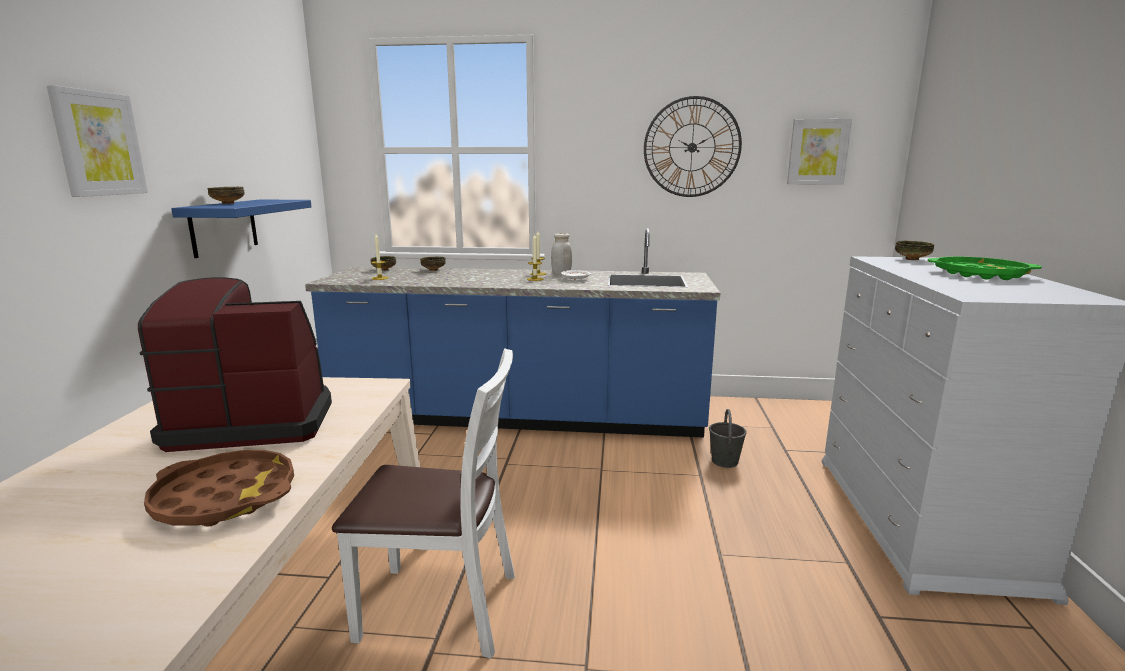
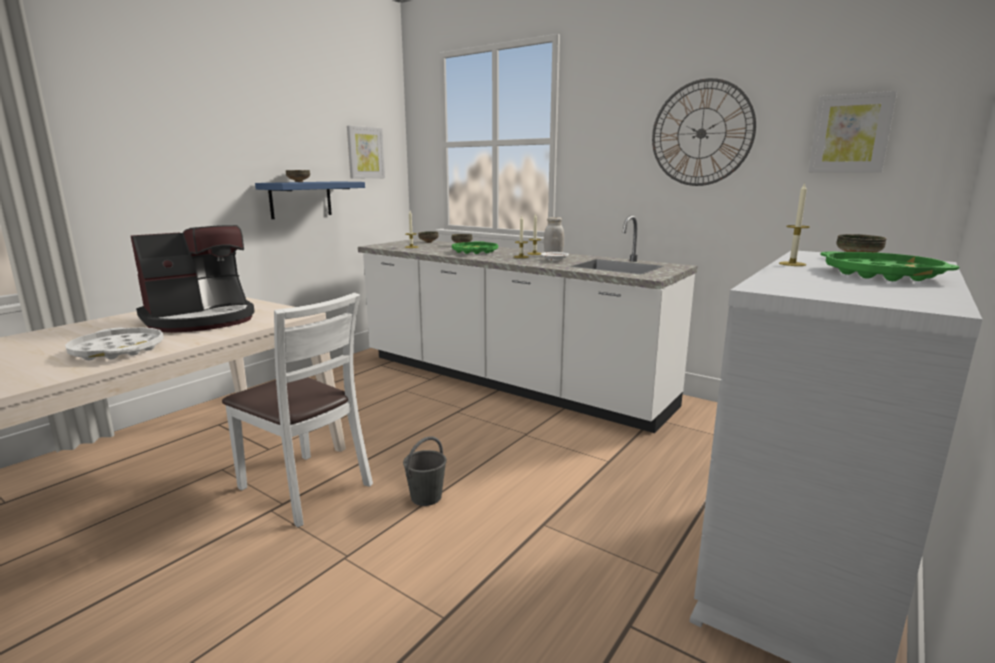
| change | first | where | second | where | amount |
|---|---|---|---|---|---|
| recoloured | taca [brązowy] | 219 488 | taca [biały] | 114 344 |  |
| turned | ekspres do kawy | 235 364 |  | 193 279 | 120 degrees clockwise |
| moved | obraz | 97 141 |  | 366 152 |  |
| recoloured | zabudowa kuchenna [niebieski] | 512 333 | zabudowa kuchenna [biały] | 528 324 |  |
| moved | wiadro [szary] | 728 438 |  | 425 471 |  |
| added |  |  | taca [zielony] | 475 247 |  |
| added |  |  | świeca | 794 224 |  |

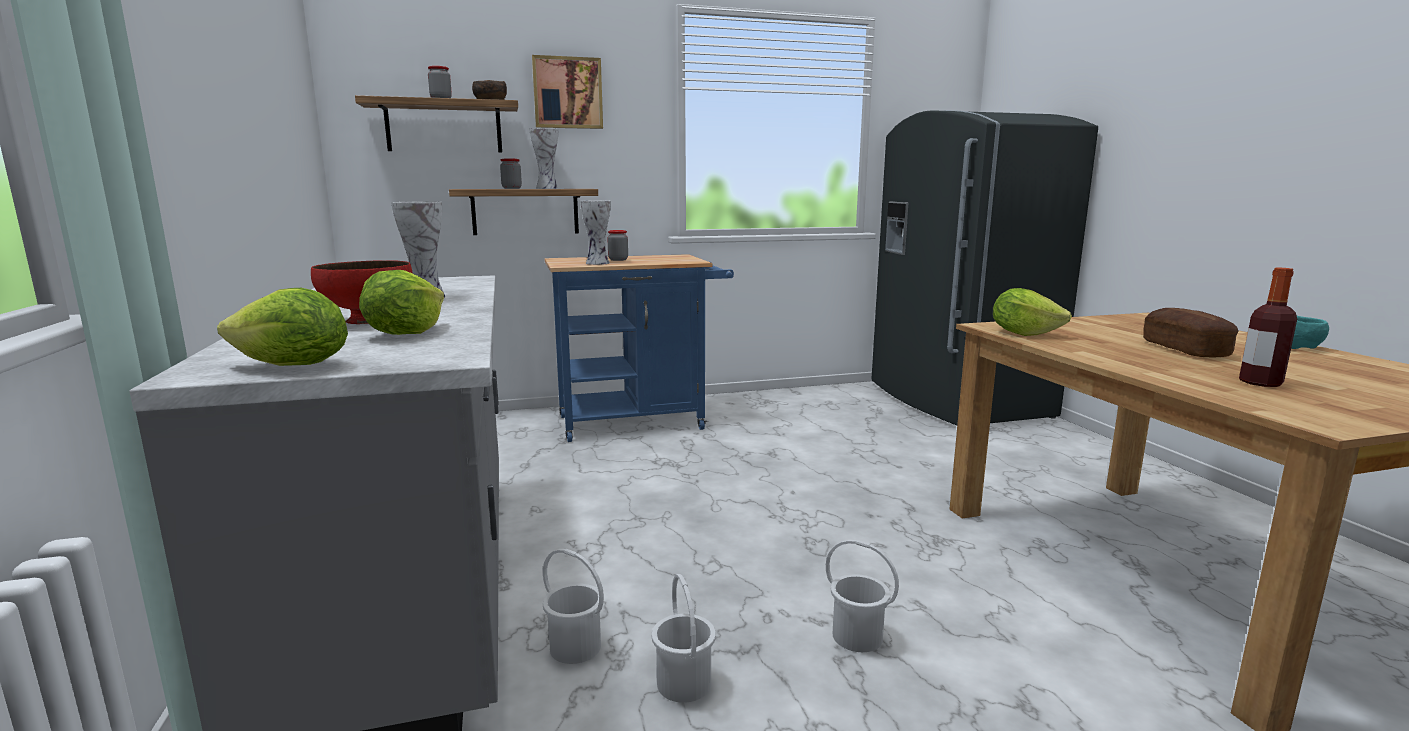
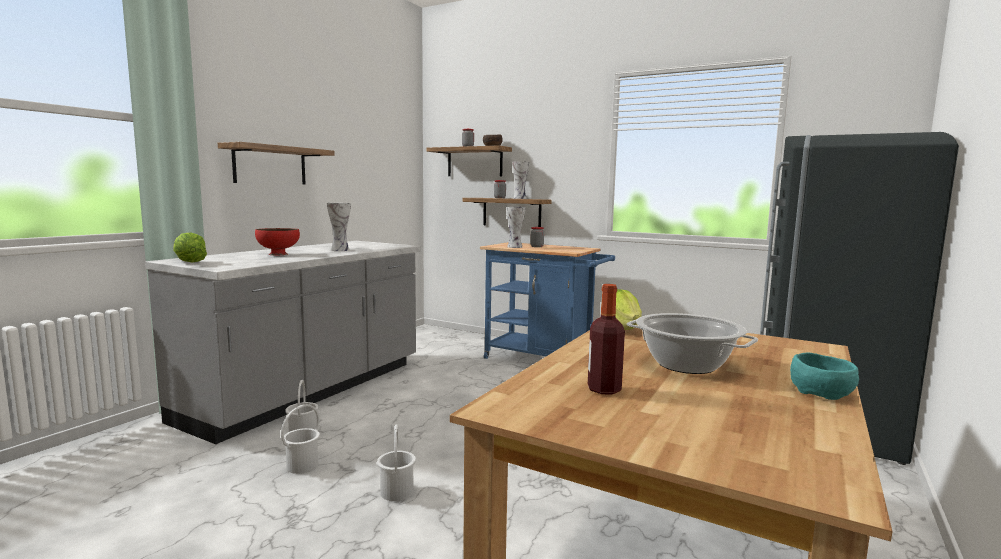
| change | first | where | second | where | amount |
|---|---|---|---|---|---|
| added |  |  | półka | 276 163 |  |
| replaced | chleb | 1191 332 | garnek | 692 343 |  |
| removed | sałata | 401 302 |  |  |  |
| removed | obraz | 567 92 |  |  |  |

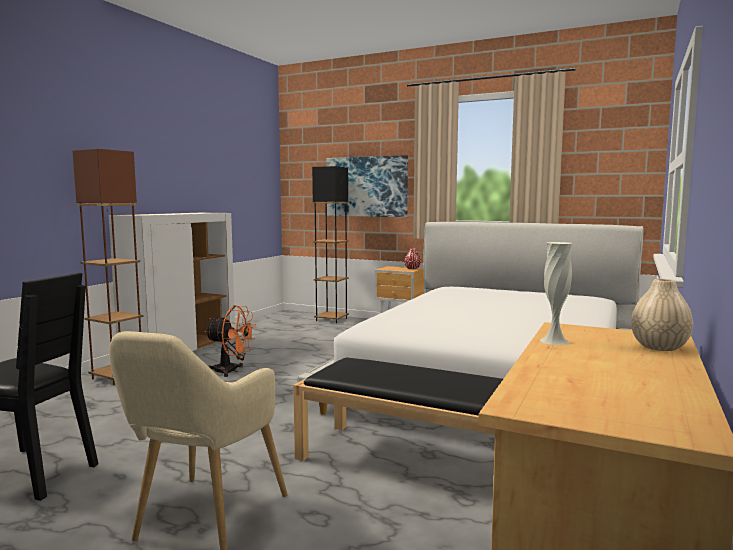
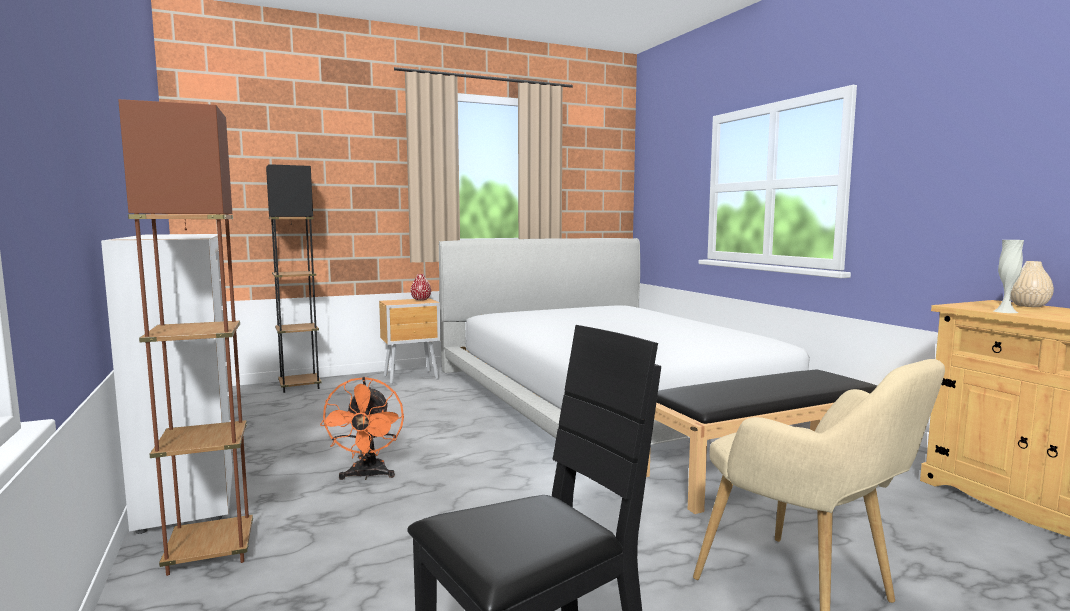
| change | first | where | second | where | amount |
|---|---|---|---|---|---|
| turned | wentylator [pomarańczowy] | 230 341 |  | 362 428 | 120 degrees clockwise |
| removed | obraz | 367 186 |  |  |  |

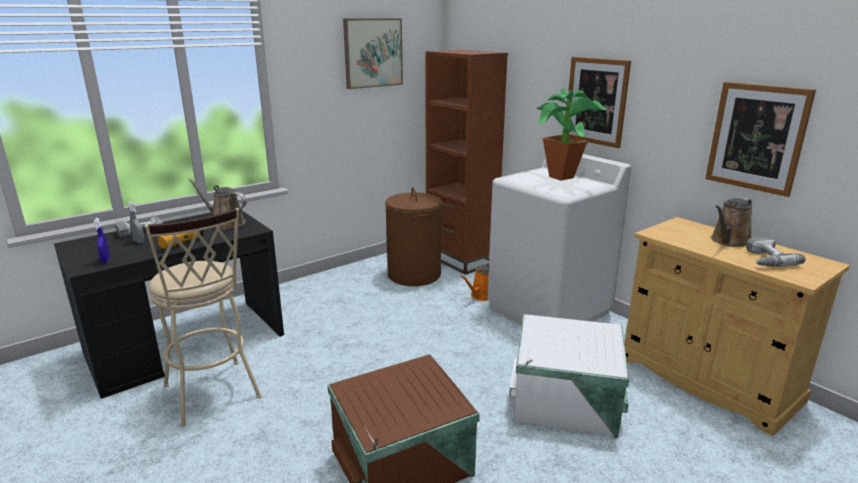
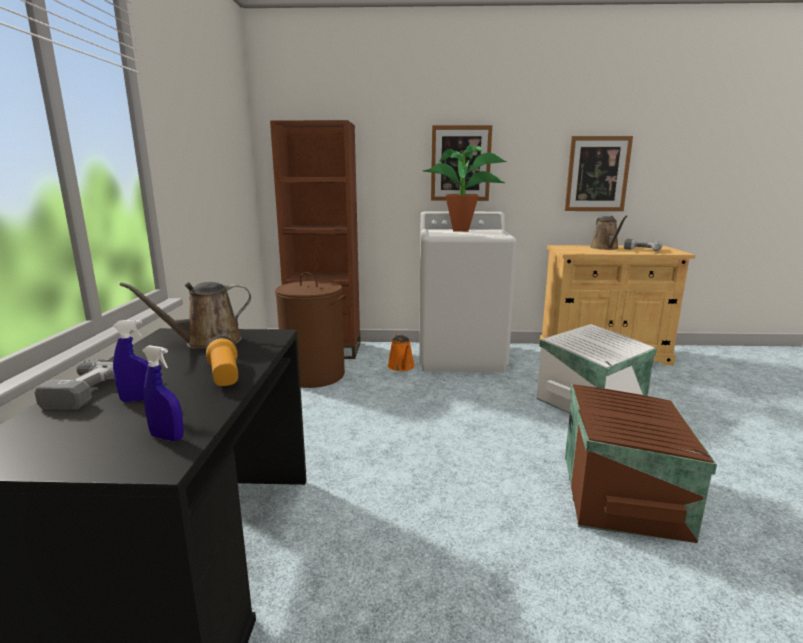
| change | first | where | second | where | amount |
|---|---|---|---|---|---|
| recoloured | spryskiwacz [szary] | 136 223 | spryskiwacz [niebieski] | 131 360 |  |
| removed | stołek [beżowy] | 203 317 |  |  |  |
| removed | obraz | 373 53 |  |  |  |

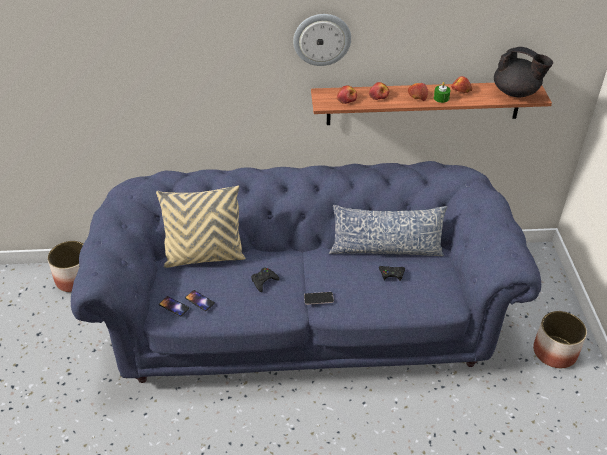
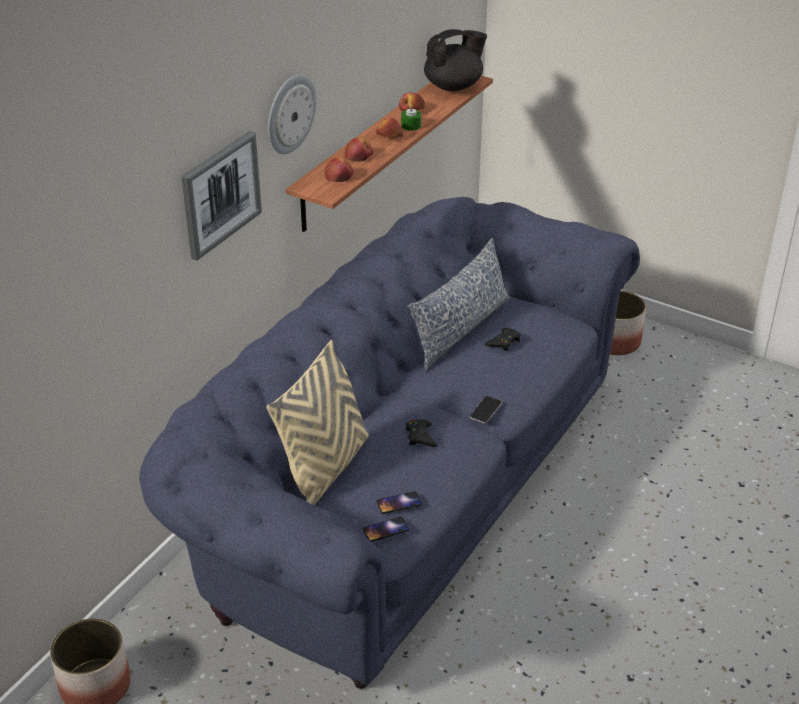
| change | first | where | second | where | amount |
|---|---|---|---|---|---|
| added |  |  | obraz | 221 196 |  |

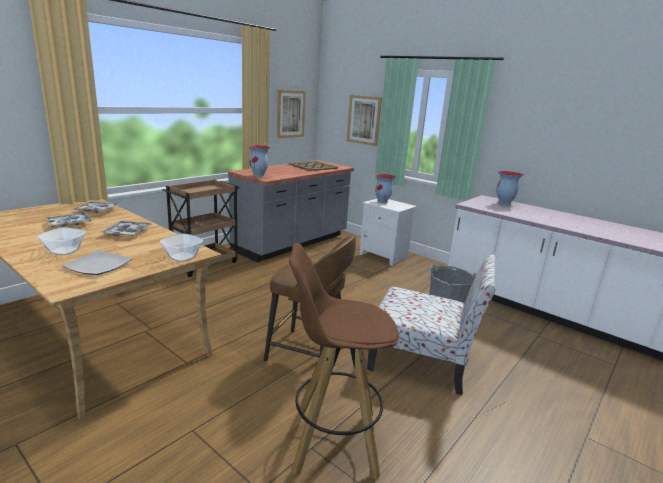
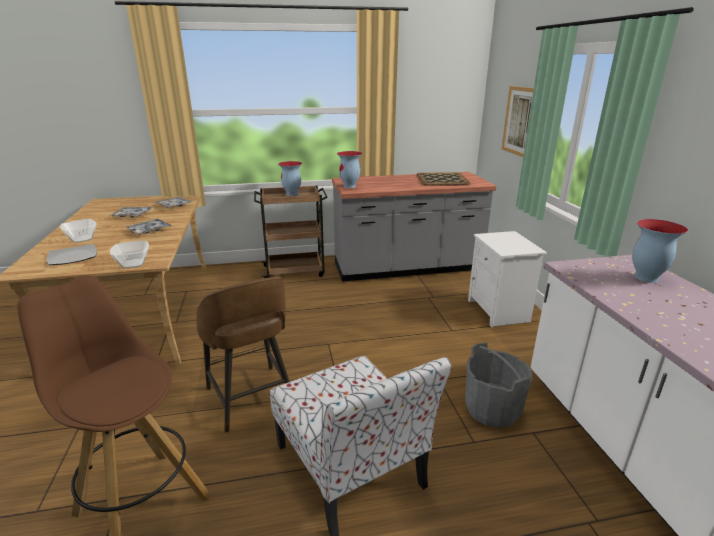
| change | first | where | second | where | amount |
|---|---|---|---|---|---|
| moved | wazon | 385 188 |  | 290 178 |  |
| removed | obraz | 291 114 |  |  |  |

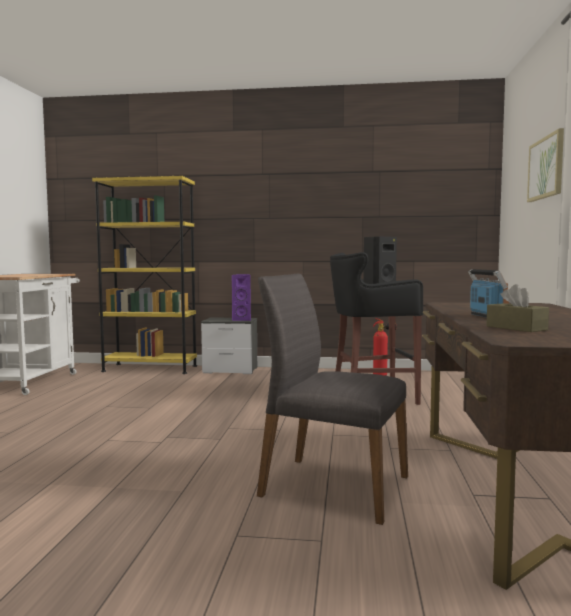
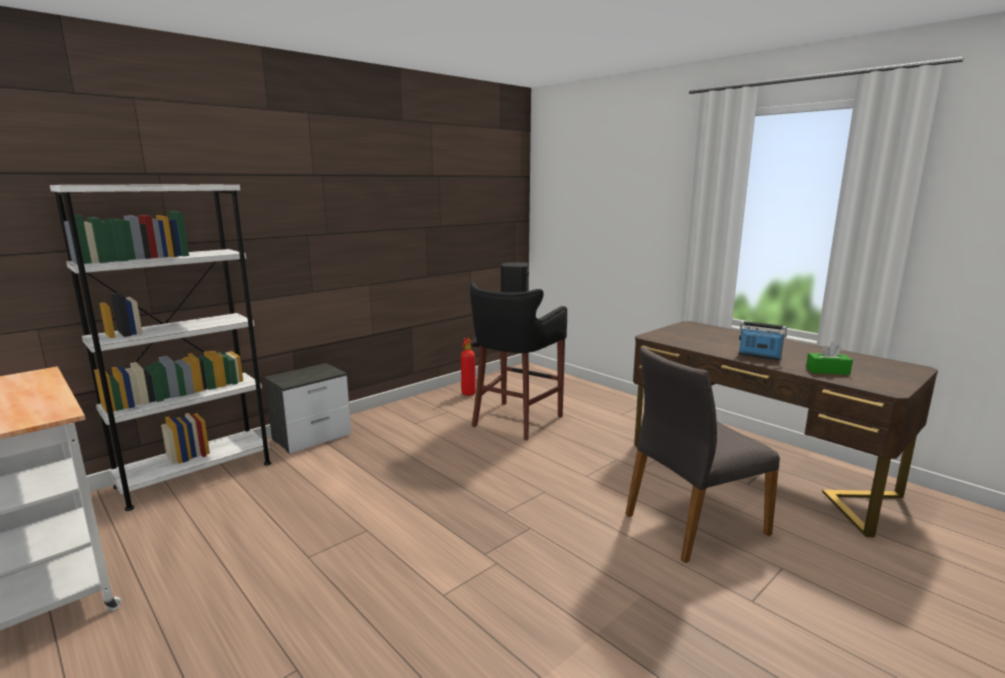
| change | first | where | second | where | amount |
|---|---|---|---|---|---|
| recoloured | regał [żółty] | 144 275 | regał [biały] | 160 347 |  |
| recoloured | pudełko chusteczek [brązowy] | 517 308 | pudełko chusteczek [zielony] | 829 358 |  |
| removed | głośnik [fioletowy] | 241 297 |  |  |  |
| removed | obraz | 545 165 |  |  |  |

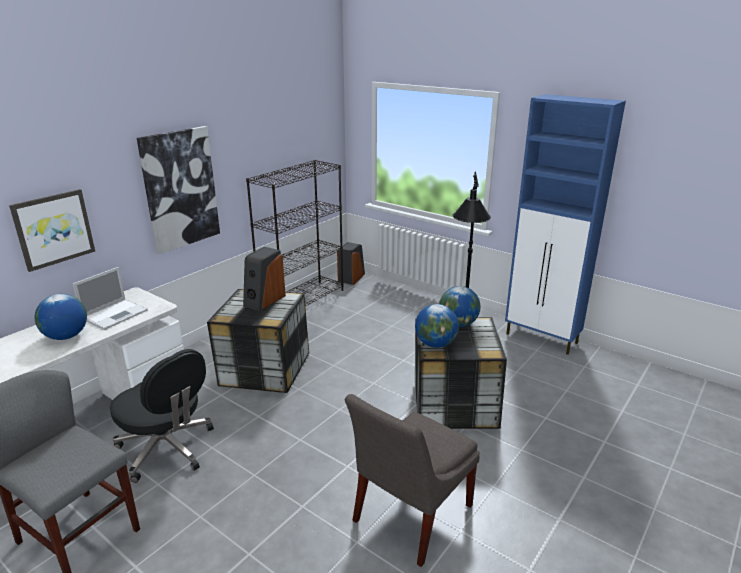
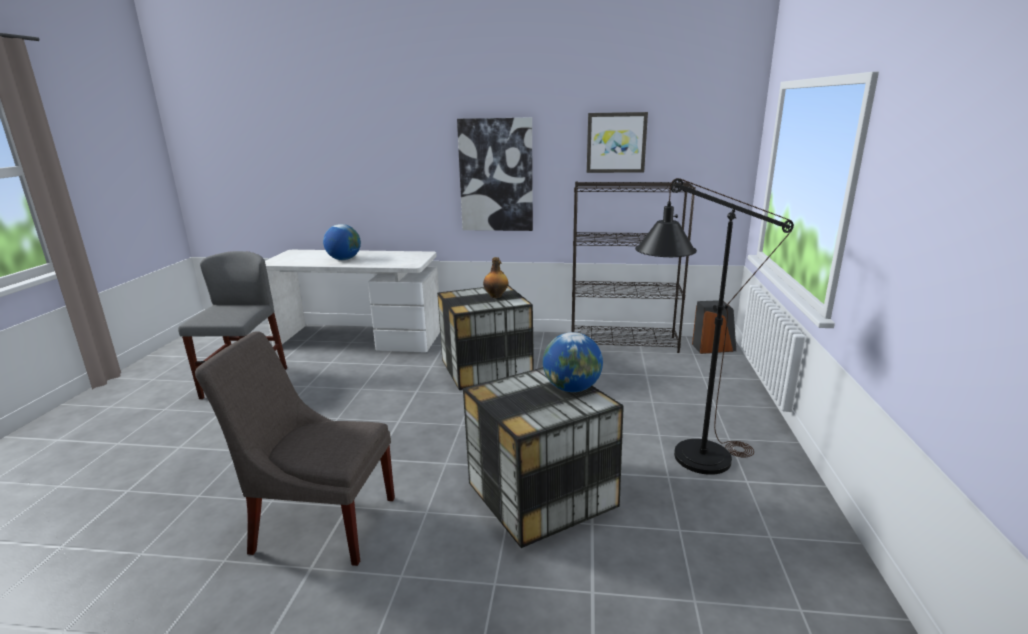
| change | first | where | second | where | amount |
|---|---|---|---|---|---|
| replaced | głośnik | 264 279 | butelka | 495 277 |  |
| moved | obraz | 52 230 |  | 617 142 |  |
| removed | laptop | 110 298 |  |  |  |
| removed | krzesło biurowe [czarny] | 162 416 |  |  |  |
| removed | globus | 437 326 |  |  |  |
| removed | szafka [niebieski] | 565 224 |  |  |  |

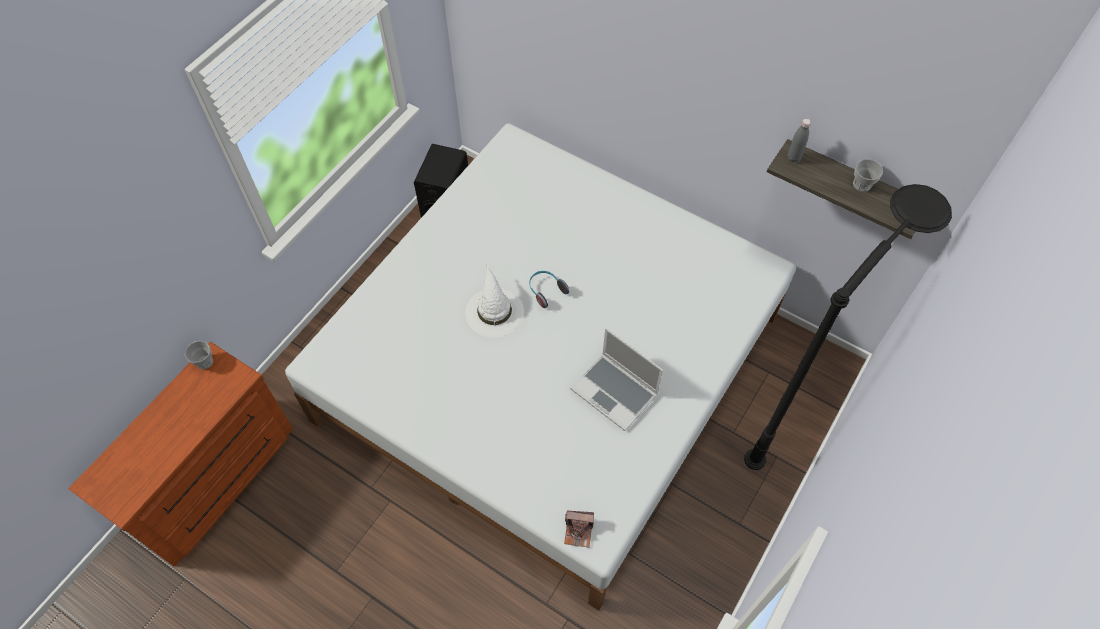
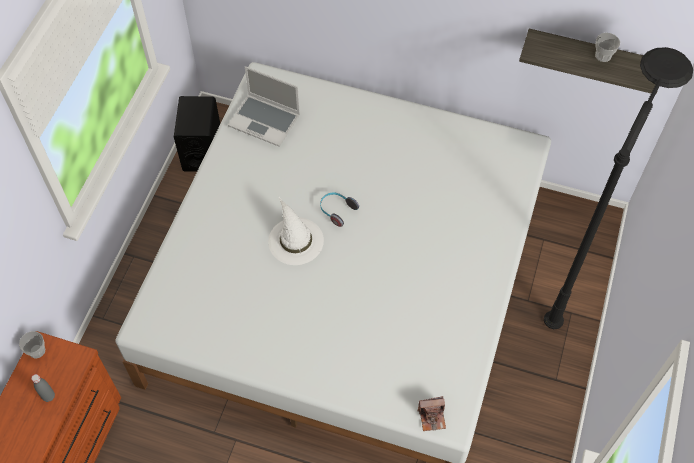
| change | first | where | second | where | amount |
|---|---|---|---|---|---|
| moved | butelka [szary] | 799 140 |  | 43 388 |  |
| moved | laptop | 616 379 |  | 264 106 |  |

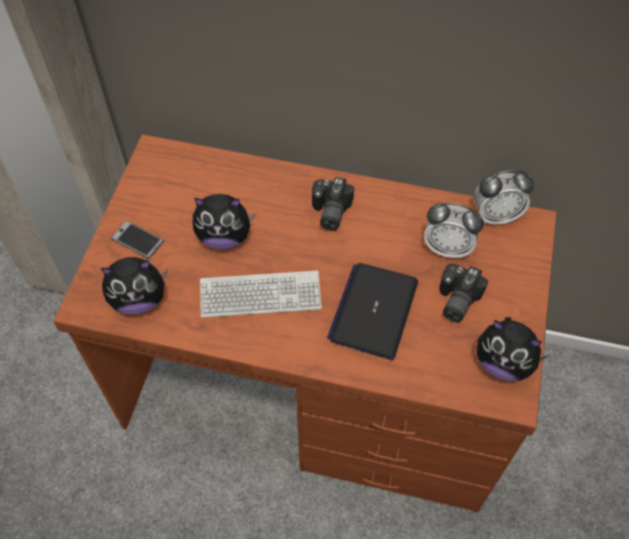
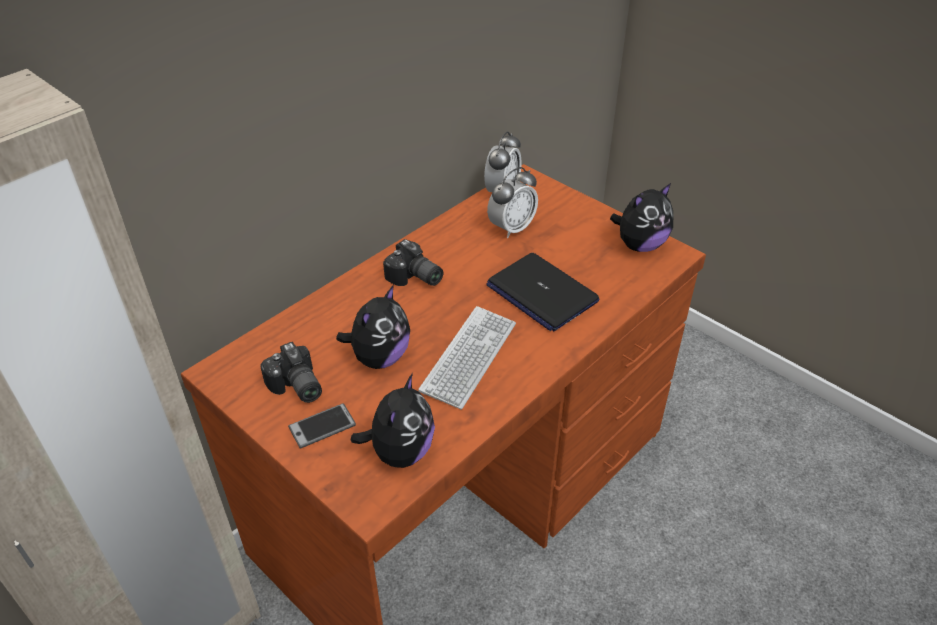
| change | first | where | second | where | amount |
|---|---|---|---|---|---|
| moved | aparat fotograficzny | 463 293 |  | 291 372 |  |

